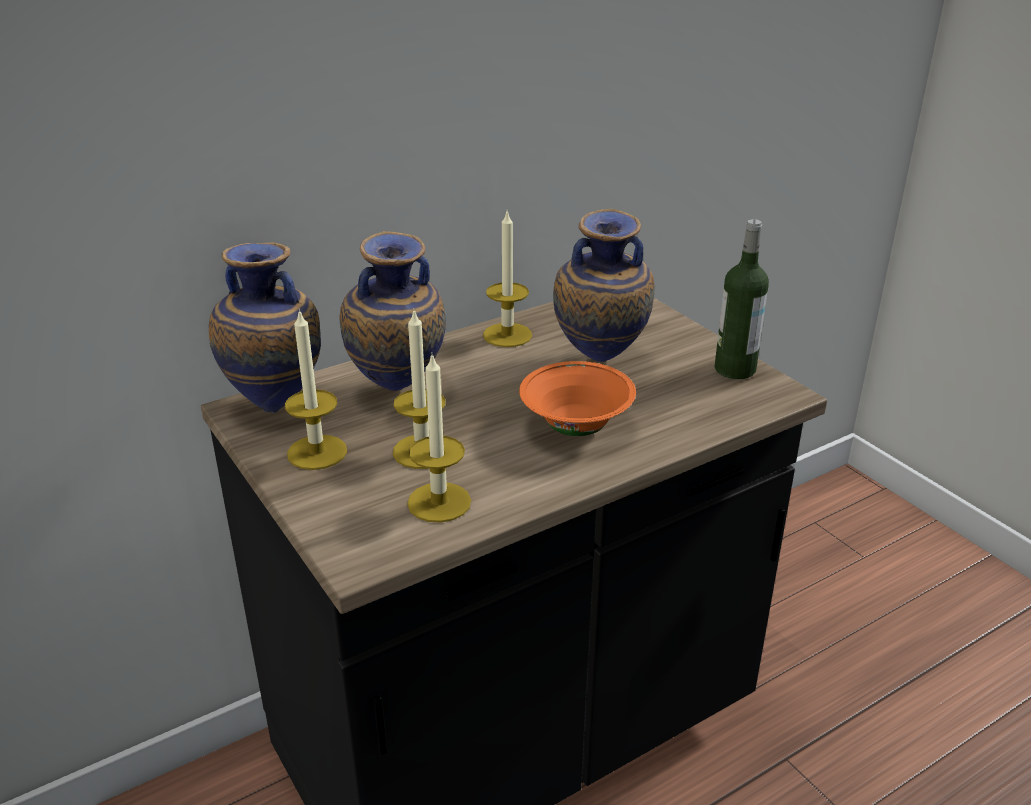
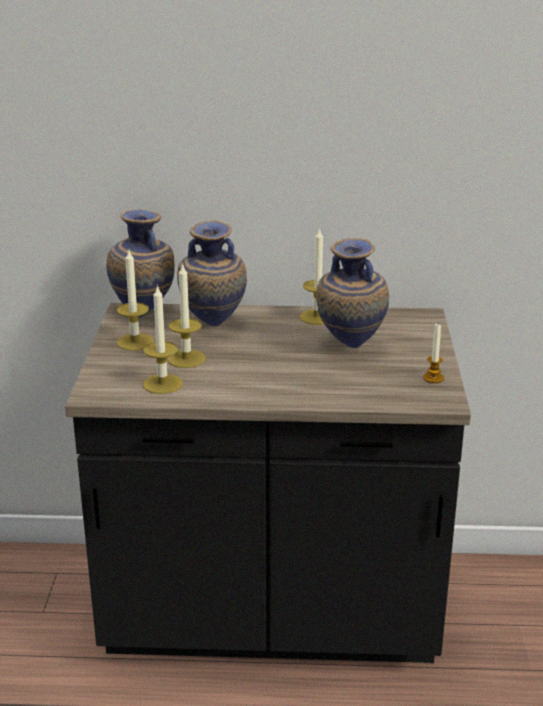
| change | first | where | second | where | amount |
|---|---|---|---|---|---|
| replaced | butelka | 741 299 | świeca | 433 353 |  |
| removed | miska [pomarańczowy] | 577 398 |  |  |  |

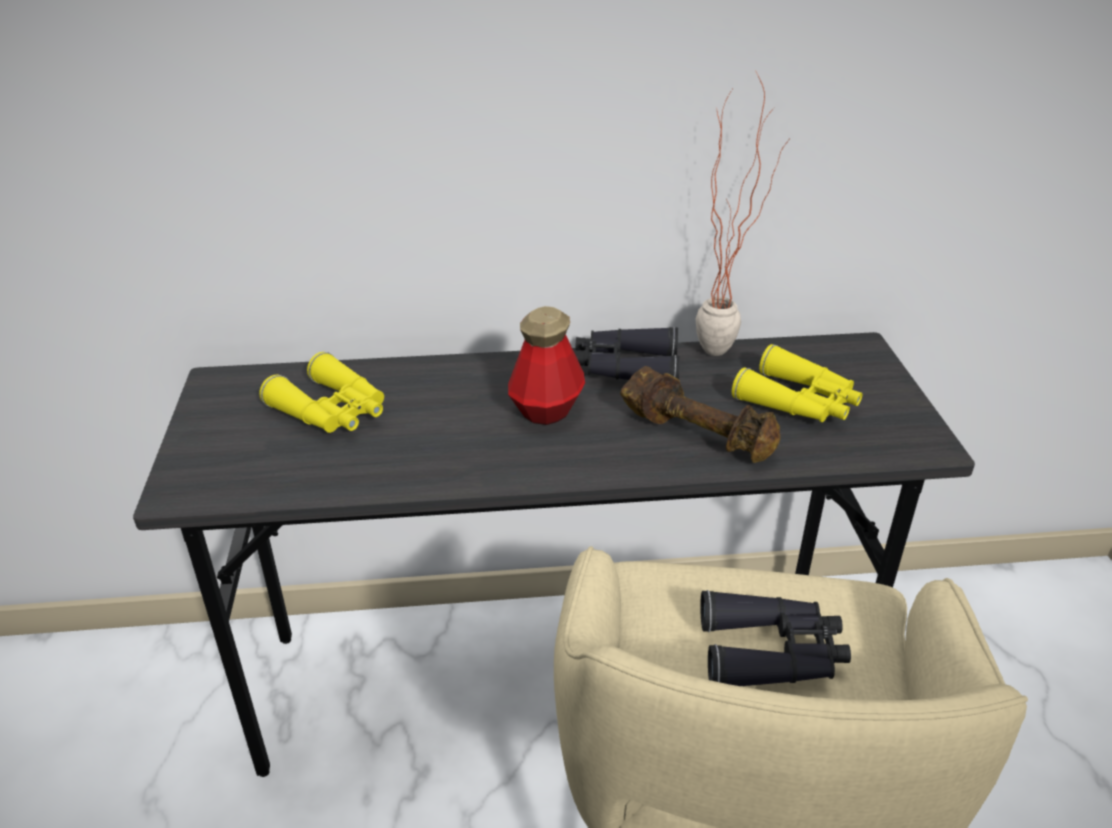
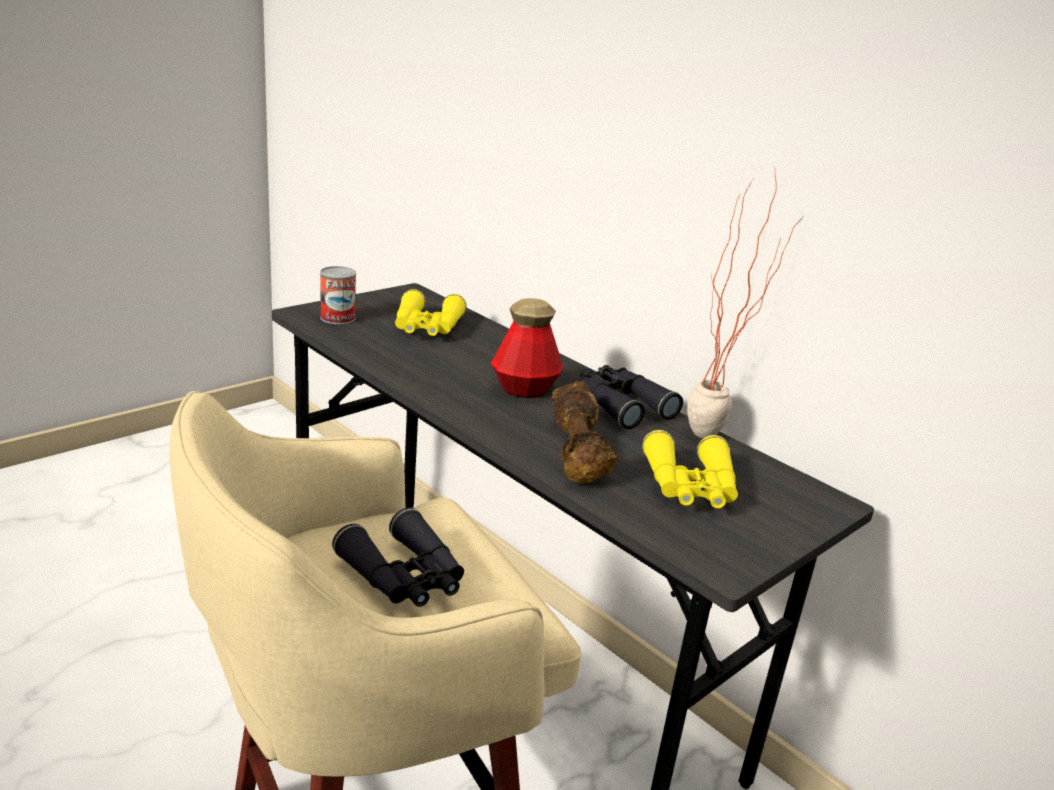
| change | first | where | second | where | amount |
|---|---|---|---|---|---|
| added |  |  | puszka | 338 295 |  |

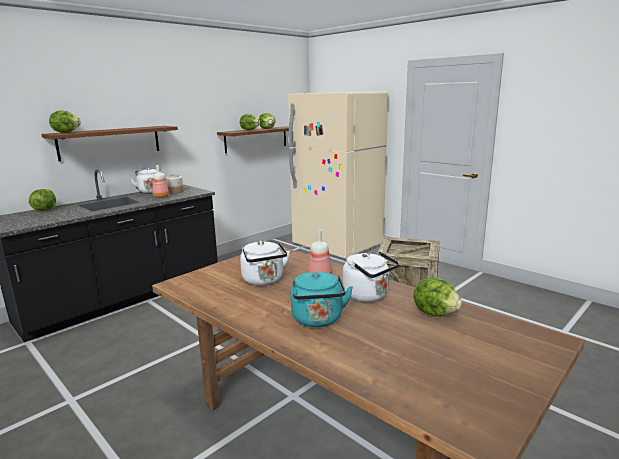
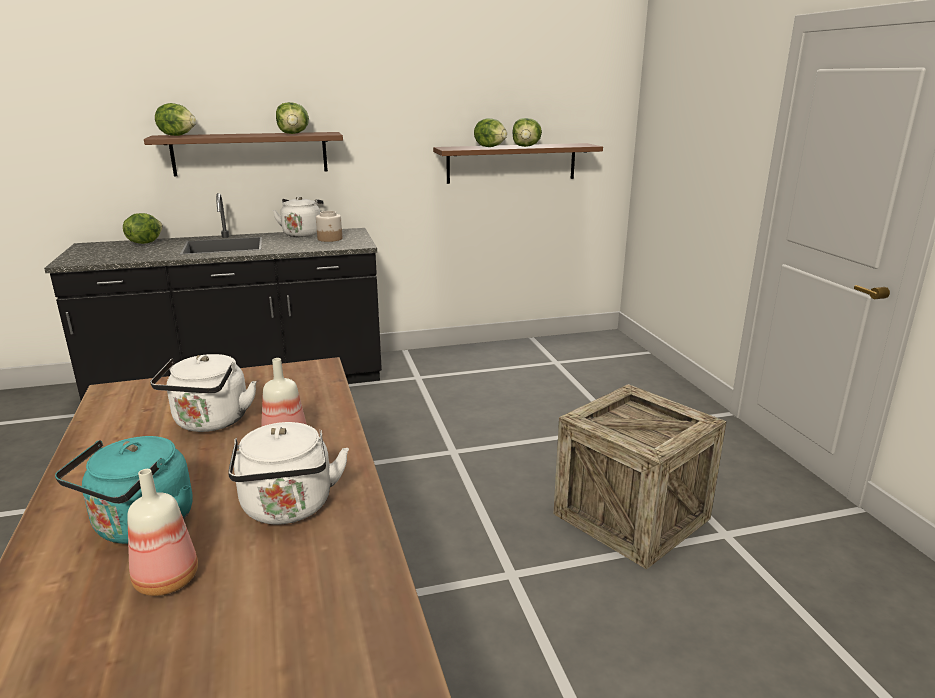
| change | first | where | second | where | amount |
|---|---|---|---|---|---|
| moved | butelka | 161 181 |  | 162 532 |  |
| moved | sałata | 437 296 |  | 292 118 |  |
| removed | lodówka [beżowy] | 338 175 |  |  |  |

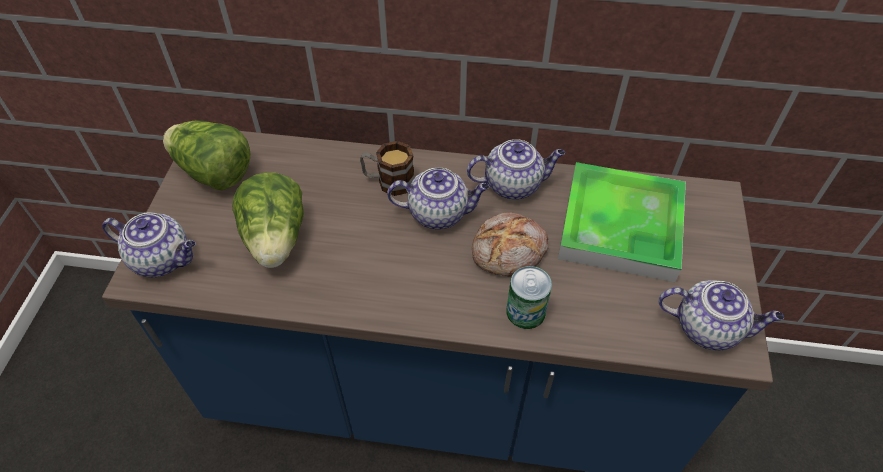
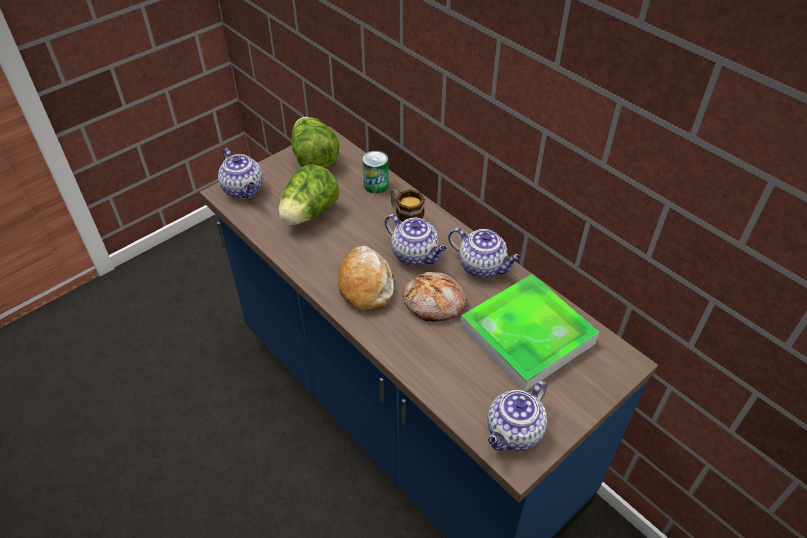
| change | first | where | second | where | amount |
|---|---|---|---|---|---|
| added |  |  | chleb | 366 279 |  |
| moved | puszka | 529 297 |  | 375 172 |  |
| turned | imbryk | 721 315 |  | 517 416 | 75 degrees clockwise |

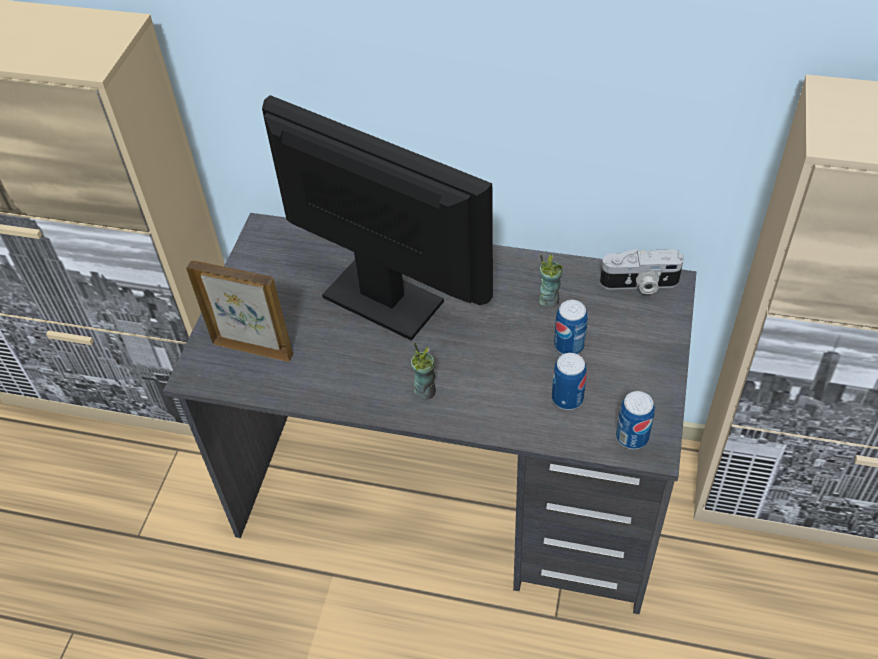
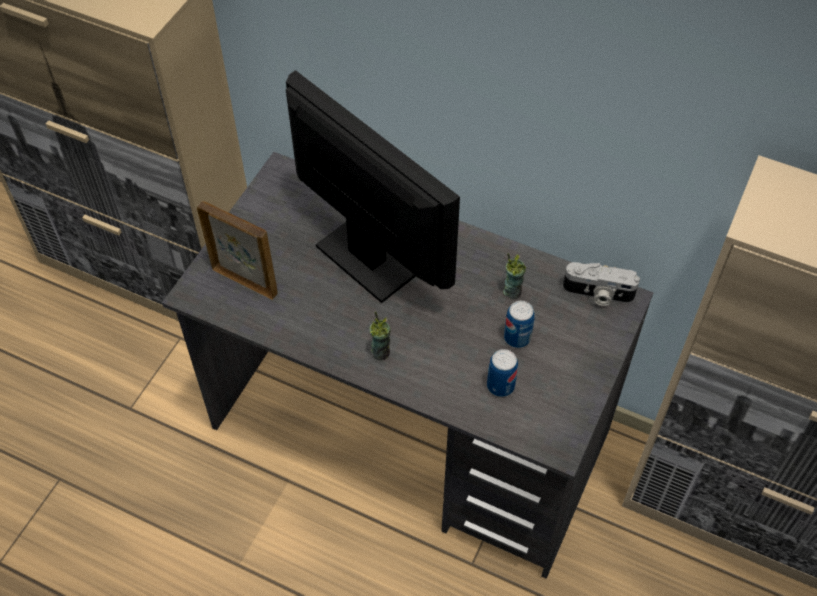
| change | first | where | second | where | amount |
|---|---|---|---|---|---|
| removed | puszka | 635 420 |  |  |  |

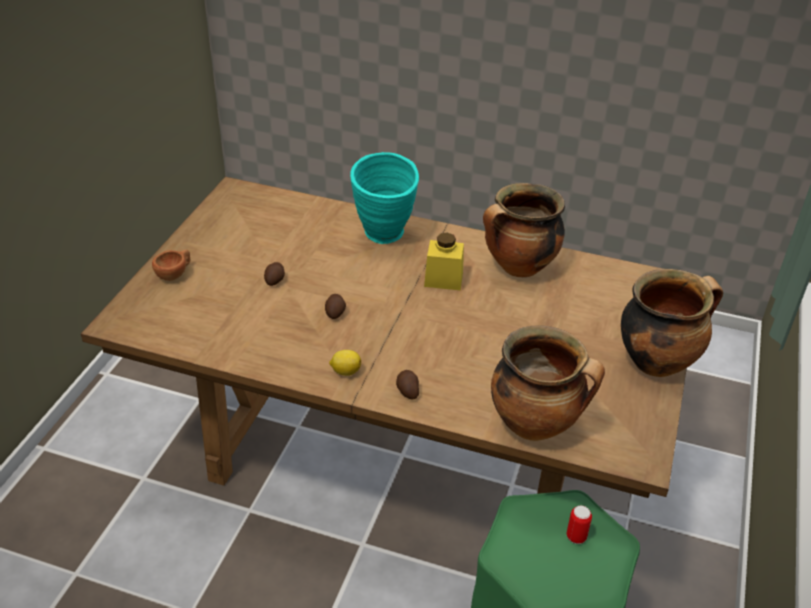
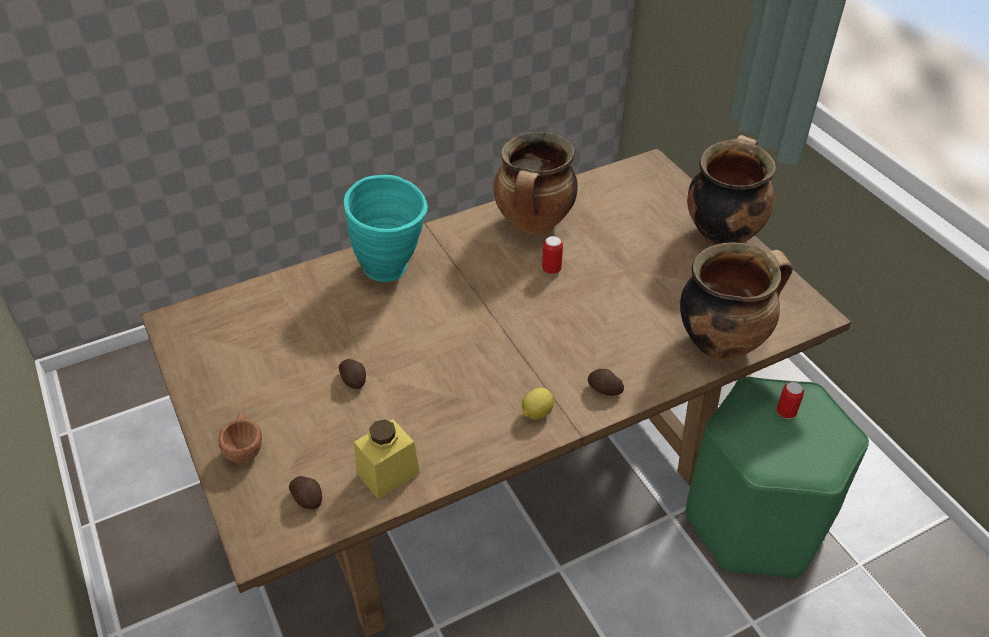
| change | first | where | second | where | amount |
|---|---|---|---|---|---|
| moved | ziemniak | 335 306 |  | 305 492 |  |
| moved | słoik [żółty] | 444 261 |  | 387 459 |  |
| added |  |  | puszka | 552 255 |  |

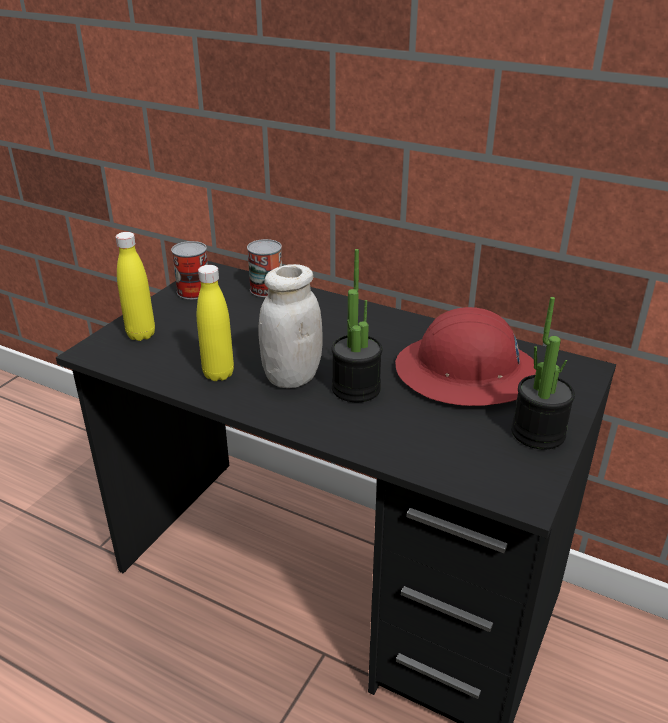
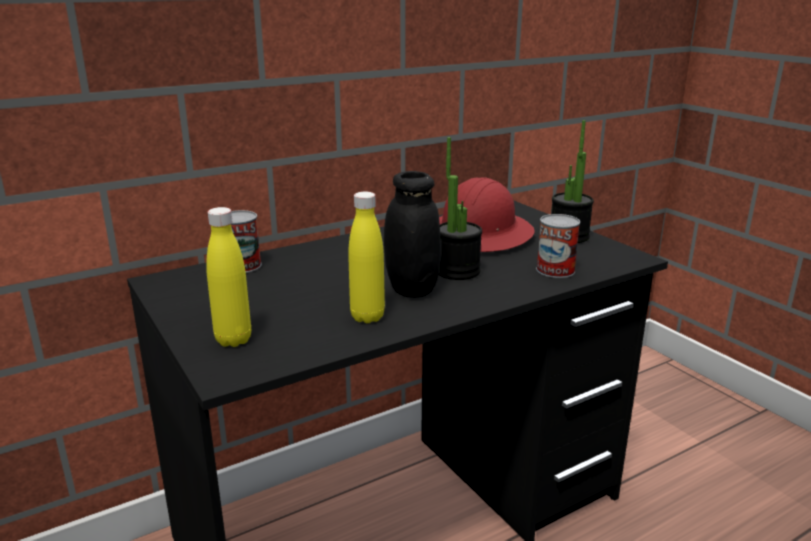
| change | first | where | second | where | amount |
|---|---|---|---|---|---|
| recoloured | słoik [biały] | 291 326 | słoik [czarny] | 412 234 |  |
| moved | puszka | 189 270 |  | 558 246 |  |

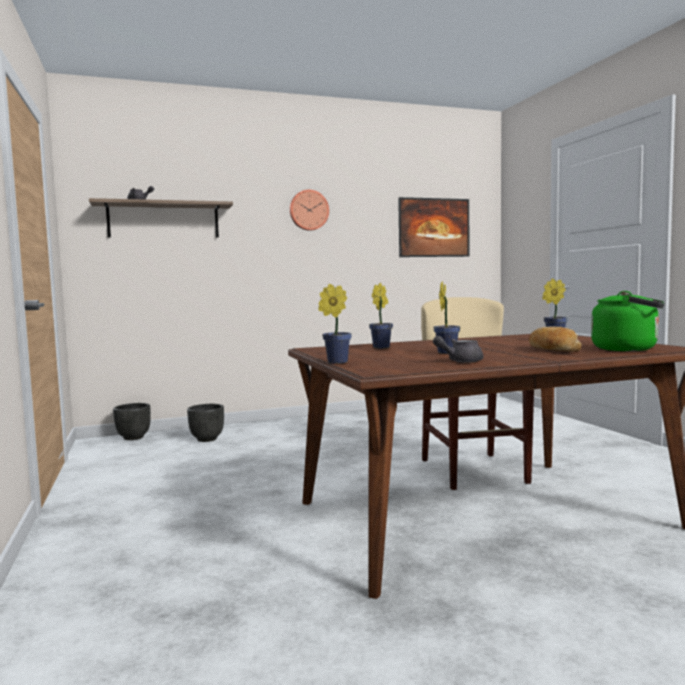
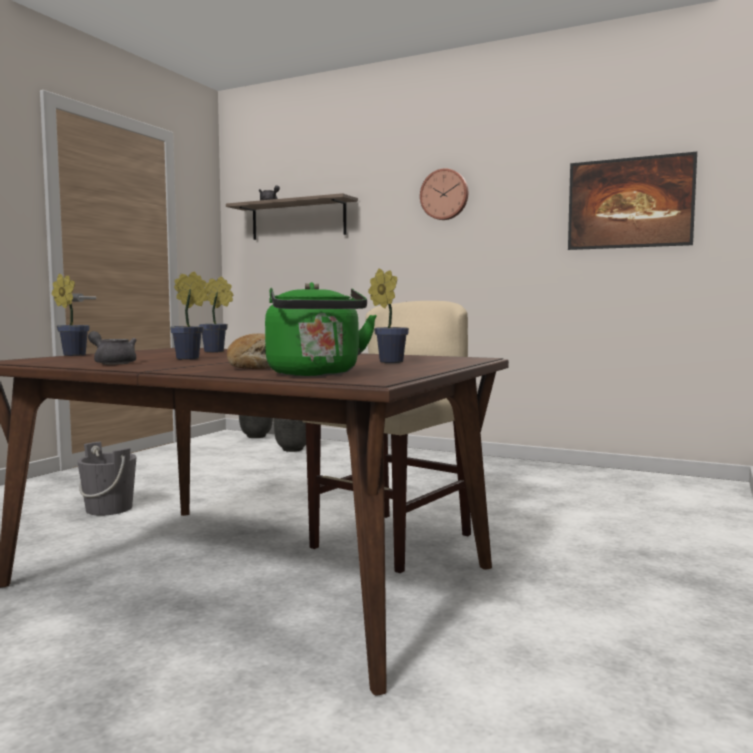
| change | first | where | second | where | amount |
|---|---|---|---|---|---|
| added |  |  | wiadro [szary] | 107 478 |  |

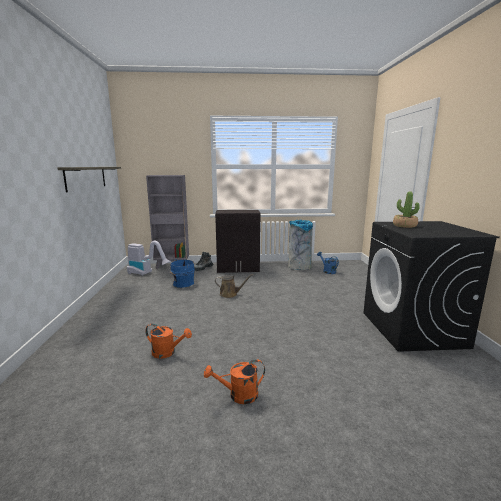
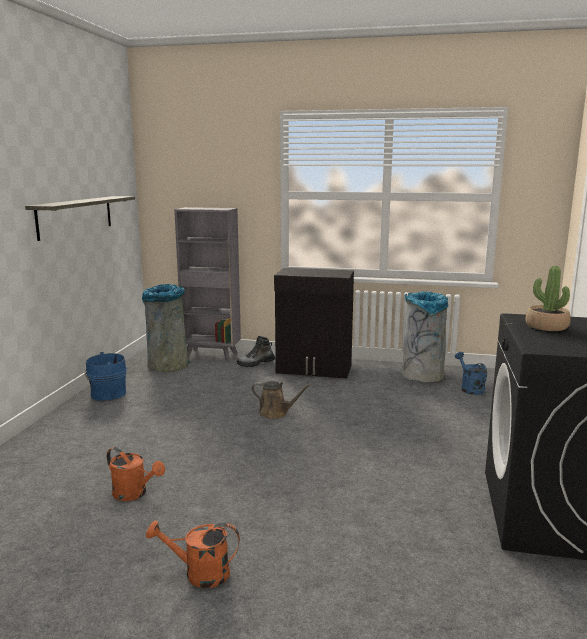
| change | first | where | second | where | amount |
|---|---|---|---|---|---|
| moved | wiadro [niebieski] | 181 273 |  | 106 376 |  |
| replaced | odkurzacz | 149 258 | kosz na śmieci [szary] | 166 328 |  |

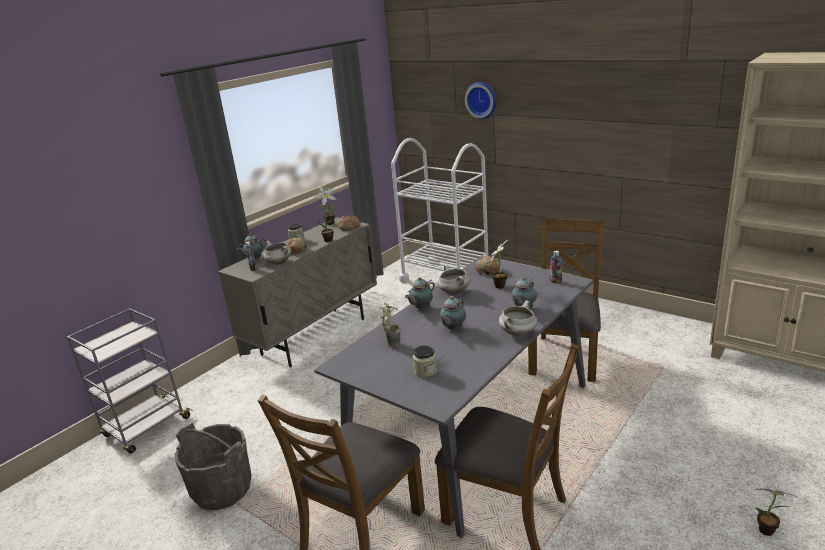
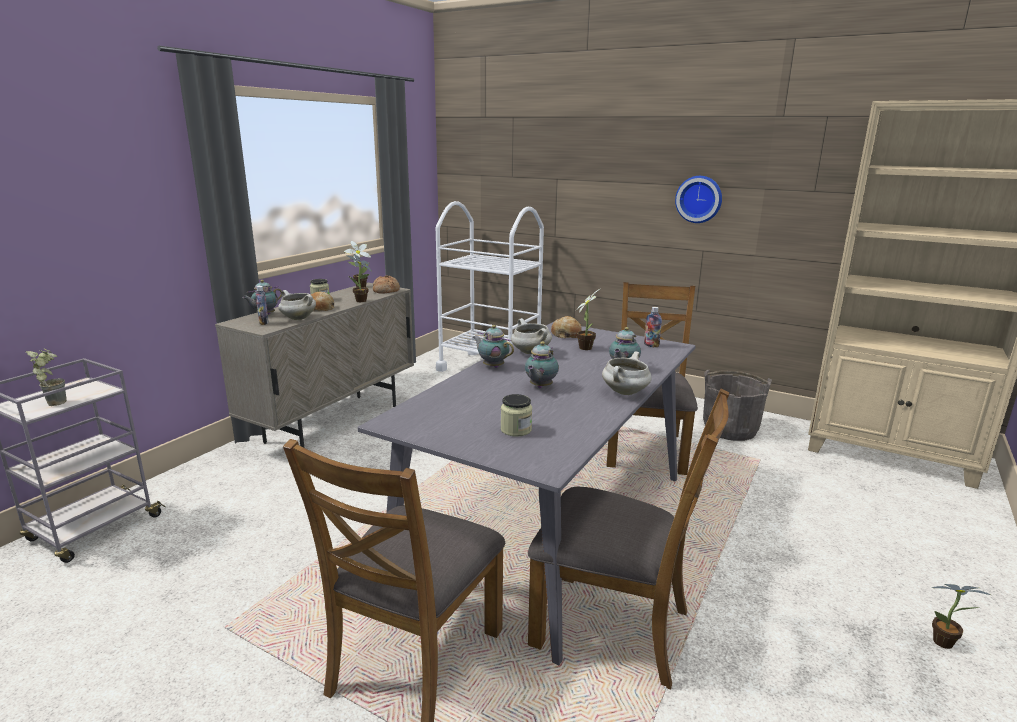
| change | first | where | second | where | amount |
|---|---|---|---|---|---|
| moved | roślina doniczkowa | 389 324 |  | 46 377 |  |
| turned | imbryk | 420 293 |  | 493 346 | 90 degrees clockwise |
| moved | zegar ścienny | 480 100 |  | 698 199 |  |
| moved | wiadro [szary] | 213 466 |  | 737 405 |  |

